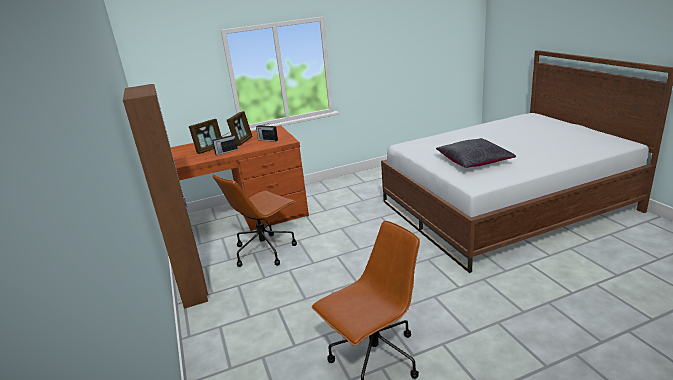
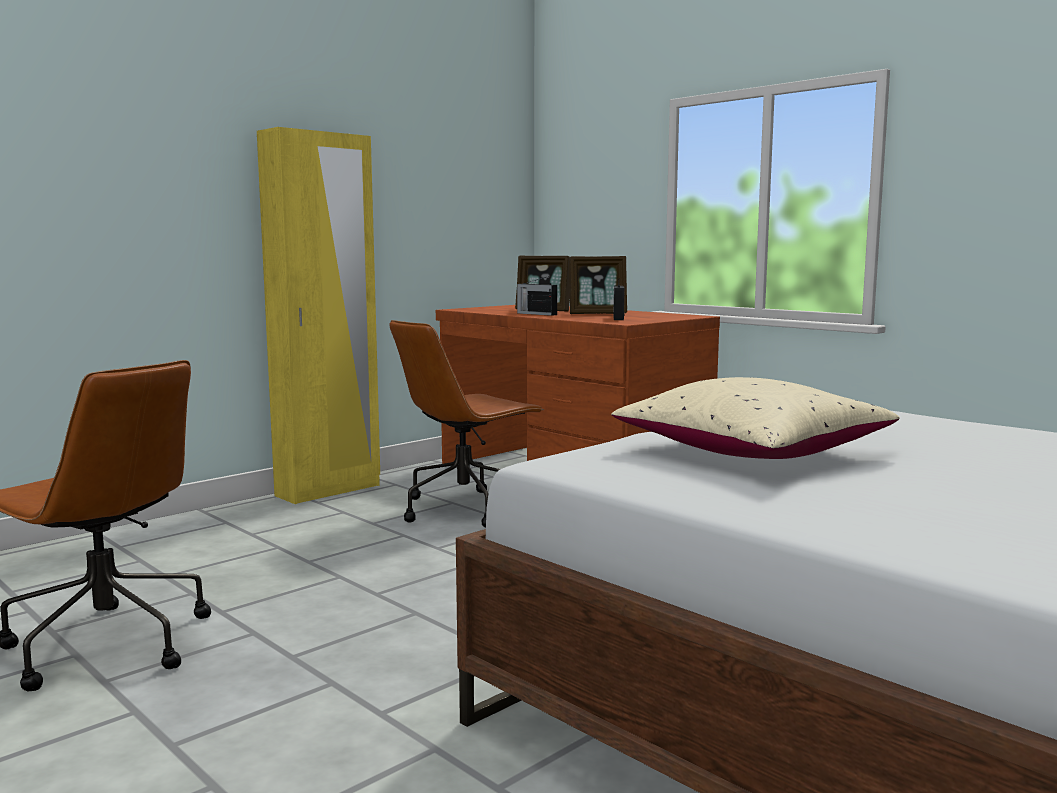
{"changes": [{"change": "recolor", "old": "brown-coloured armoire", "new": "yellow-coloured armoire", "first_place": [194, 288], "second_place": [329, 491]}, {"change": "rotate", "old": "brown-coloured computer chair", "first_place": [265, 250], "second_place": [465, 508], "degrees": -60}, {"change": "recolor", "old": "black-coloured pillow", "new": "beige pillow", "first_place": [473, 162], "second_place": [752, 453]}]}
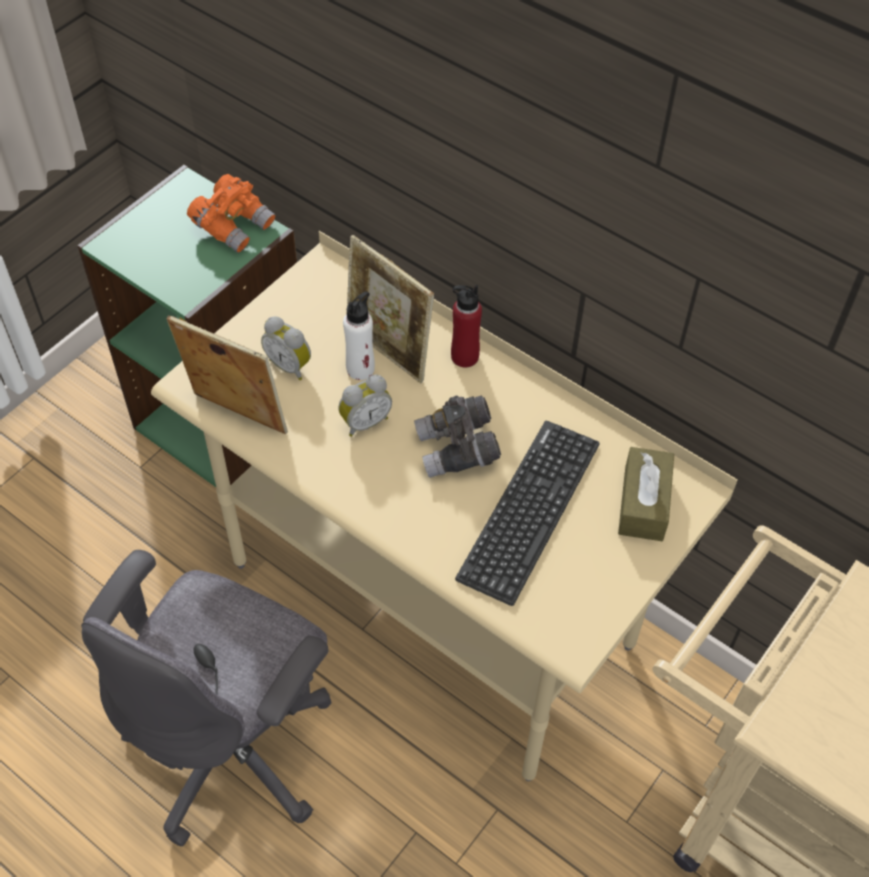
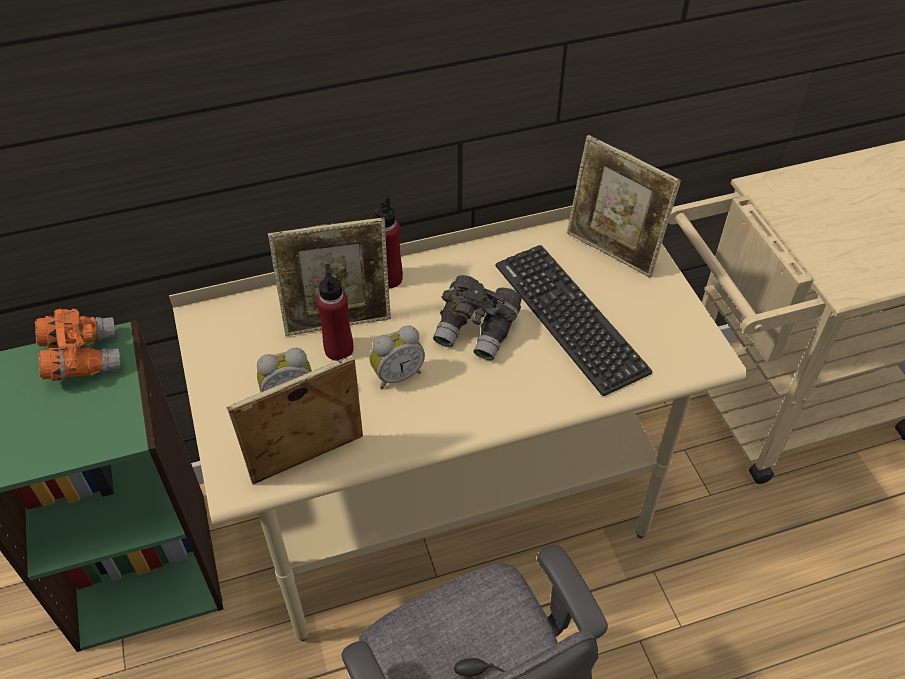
{"changes": [{"change": "rotate", "old": "alarm clock", "first_place": [364, 422], "second_place": [397, 375], "degrees": 60}, {"change": "recolor", "old": "white-coloured beverage bottle", "new": "red beverage bottle", "first_place": [360, 369], "second_place": [339, 349]}, {"change": "replace", "old": "brown-coloured tissue box", "new": "standing frame", "first_place": [643, 503], "second_place": [612, 252]}]}
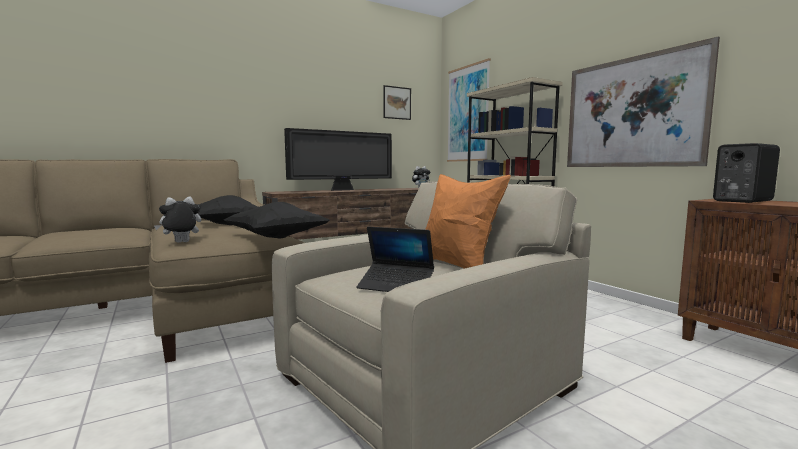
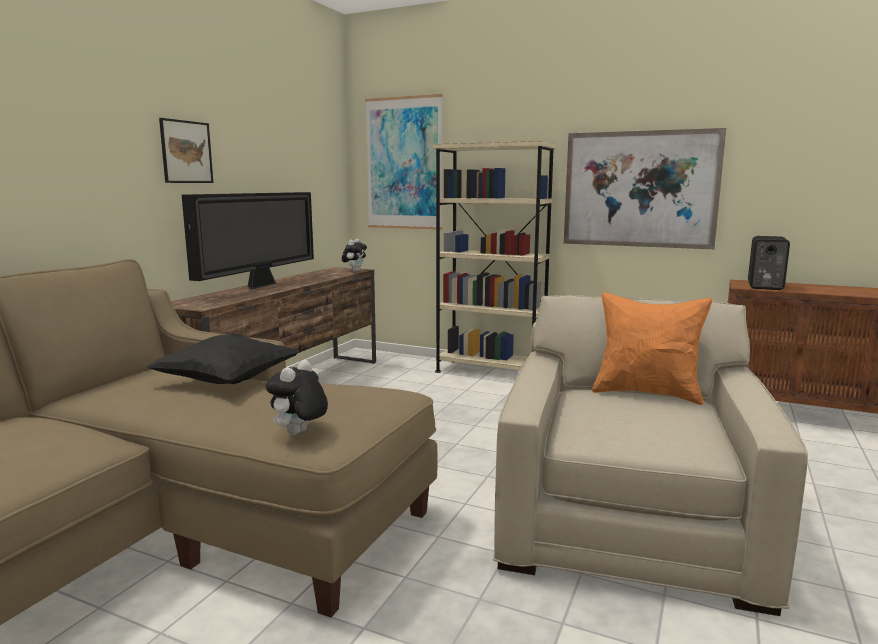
{"changes": [{"change": "delete", "old": "black-coloured pillow", "first_place": [277, 238]}, {"change": "delete", "old": "portable computer", "first_place": [396, 286]}, {"change": "move", "old": "wall picture", "first_place": [397, 103], "second_place": [186, 152]}]}
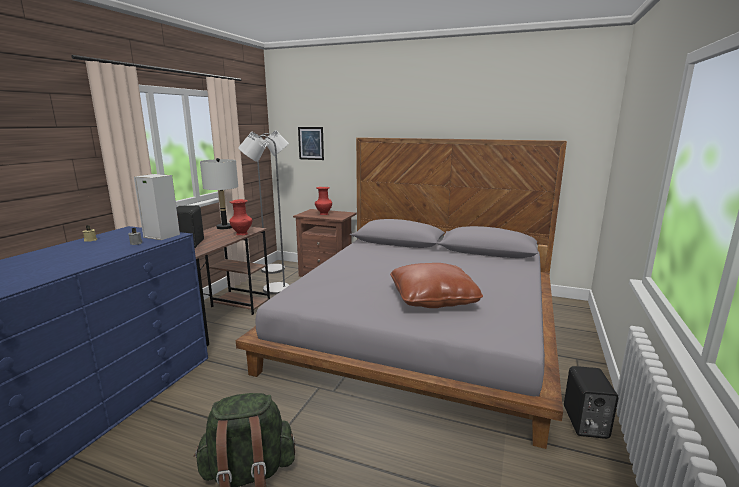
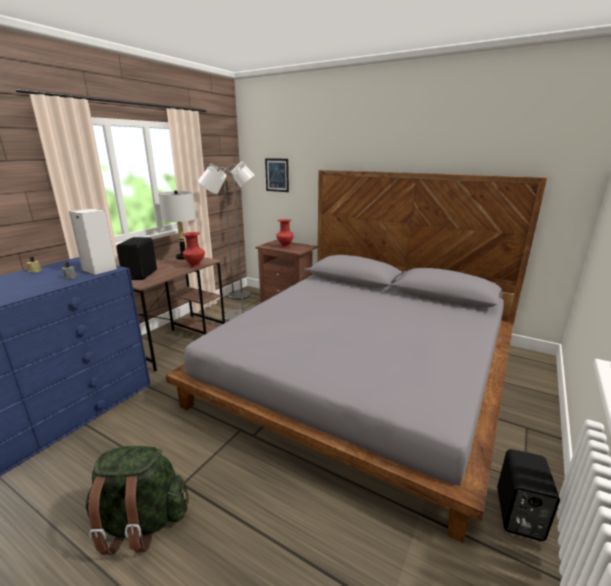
{"changes": [{"change": "delete", "old": "brown-coloured pillow", "first_place": [433, 299]}]}
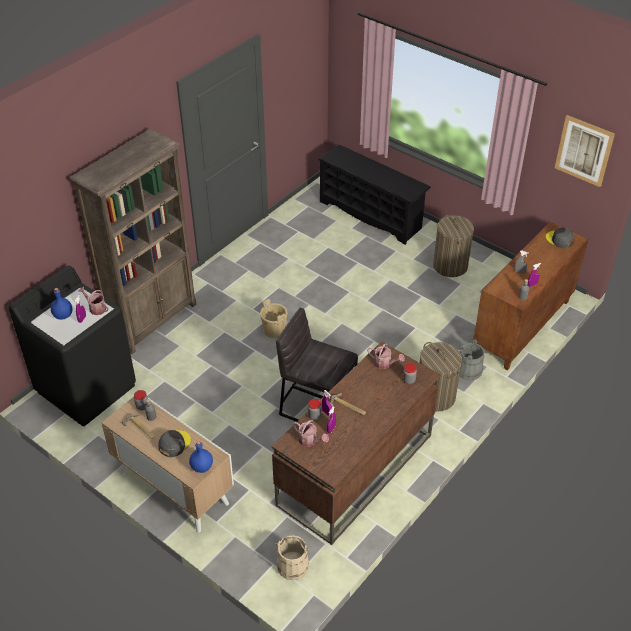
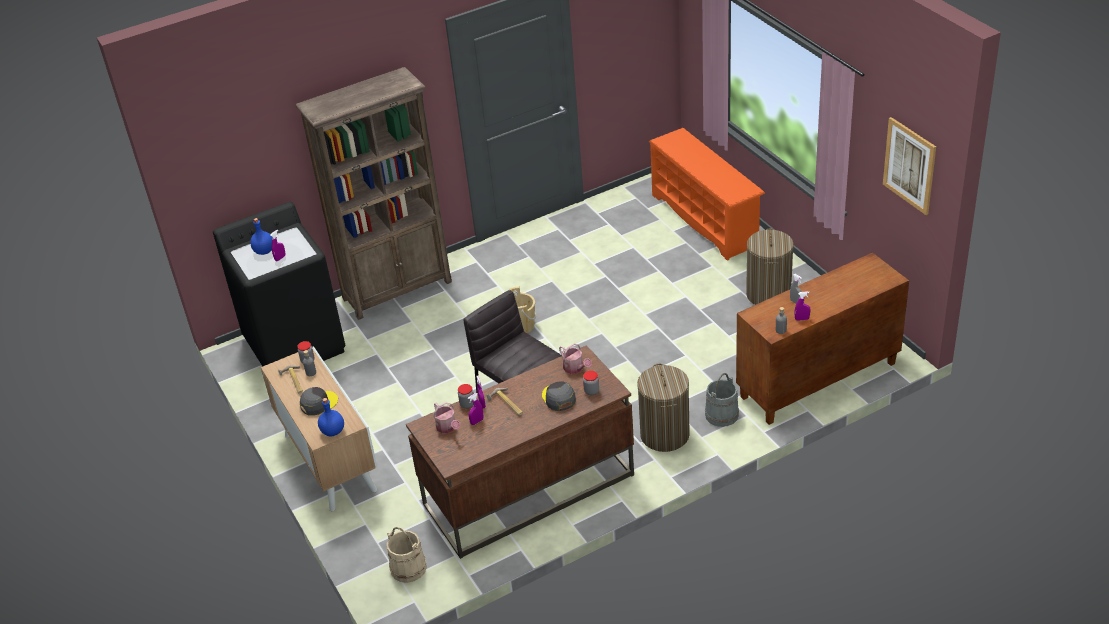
{"changes": [{"change": "delete", "old": "watering can", "first_place": [96, 308]}, {"change": "recolor", "old": "black-coloured shoe stand", "new": "orange-coloured shoe stand", "first_place": [371, 214], "second_place": [706, 220]}, {"change": "move", "old": "grey peaked cap", "first_place": [559, 240], "second_place": [558, 398]}]}
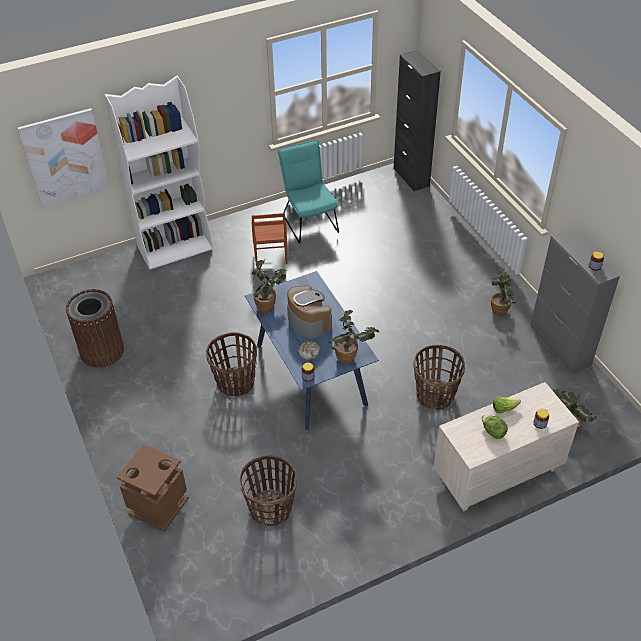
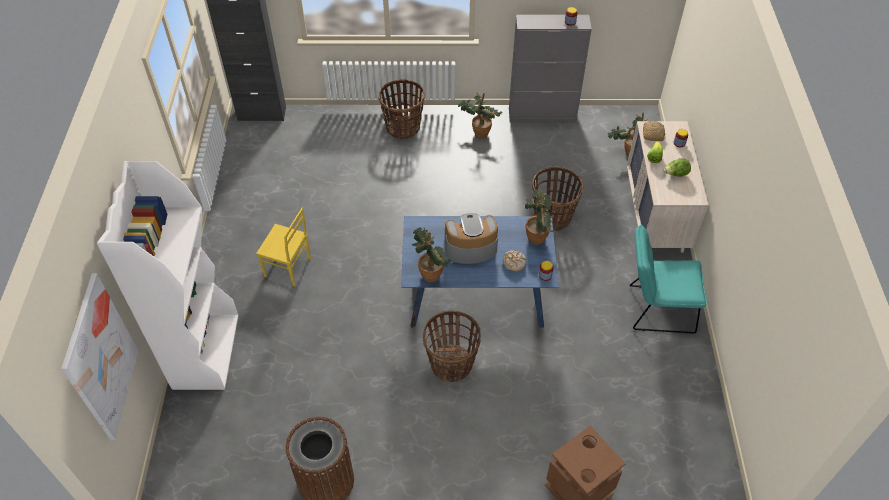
{"changes": [{"change": "move", "old": "storage basket", "first_place": [271, 509], "second_place": [403, 127]}, {"change": "recolor", "old": "brown-coloured upright chair", "new": "yellow-coloured upright chair", "first_place": [270, 256], "second_place": [288, 268]}, {"change": "move", "old": "blue-green upright chair", "first_place": [309, 221], "second_place": [655, 308]}, {"change": "insert", "new": "baked bread", "second_place": [652, 134]}]}
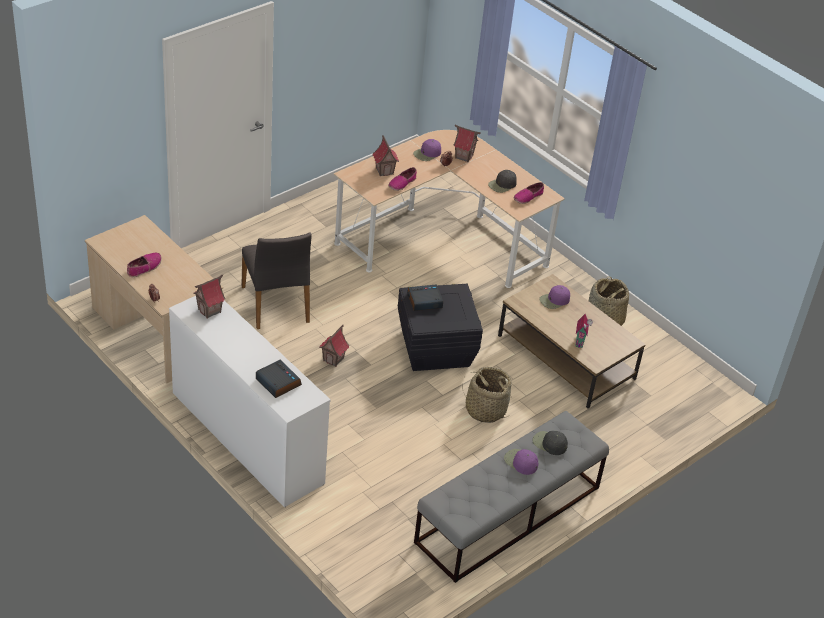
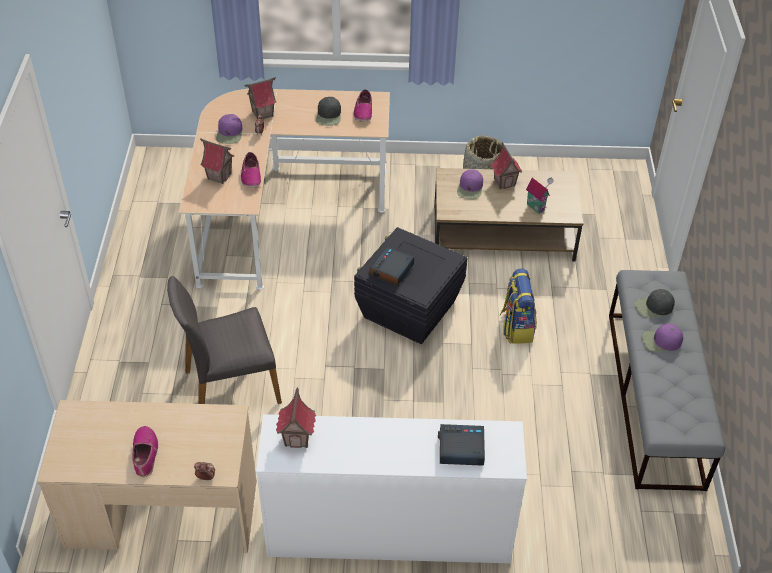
{"changes": [{"change": "rotate", "old": "grey upright chair", "first_place": [276, 304], "second_place": [230, 385], "degrees": 135}, {"change": "move", "old": "model house", "first_place": [333, 359], "second_place": [504, 182]}, {"change": "replace", "old": "storage basket", "new": "knapsack", "first_place": [485, 409], "second_place": [516, 327]}]}
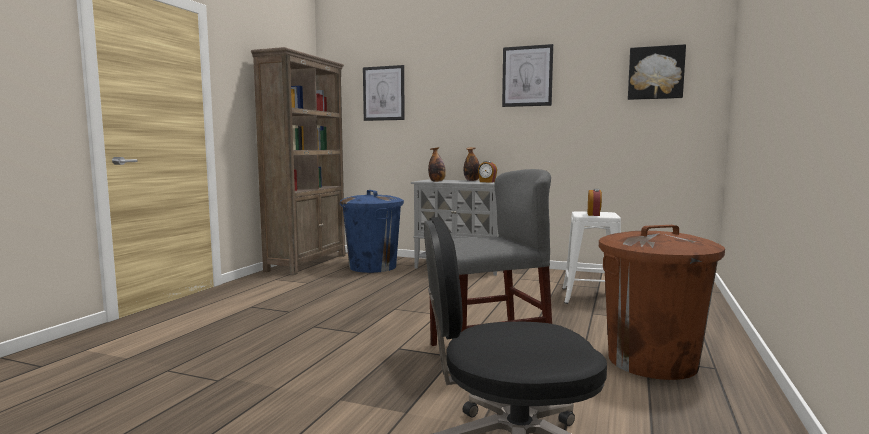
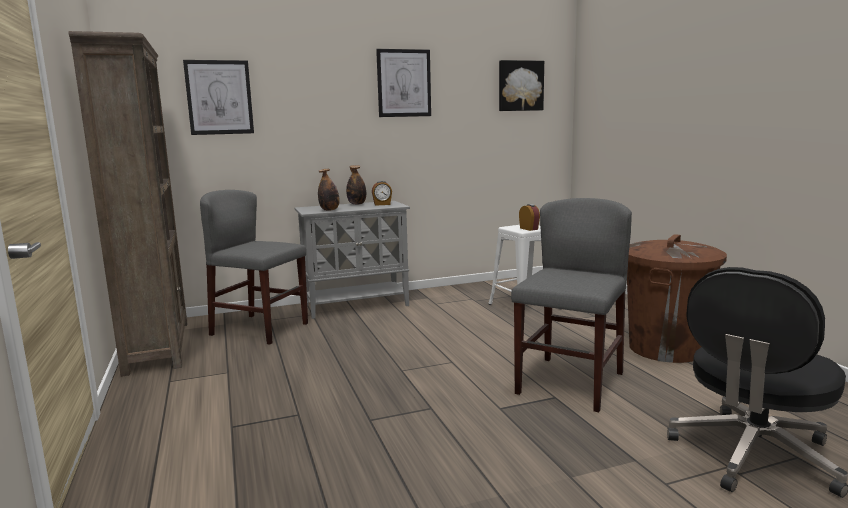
{"changes": [{"change": "replace", "old": "blue-coloured trash can", "new": "grey upright chair", "first_place": [373, 267], "second_place": [260, 329]}]}
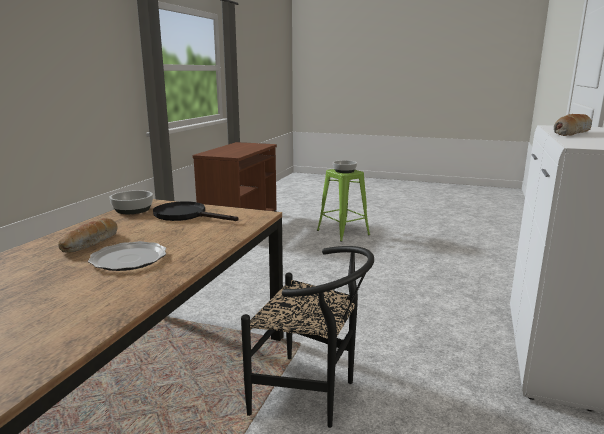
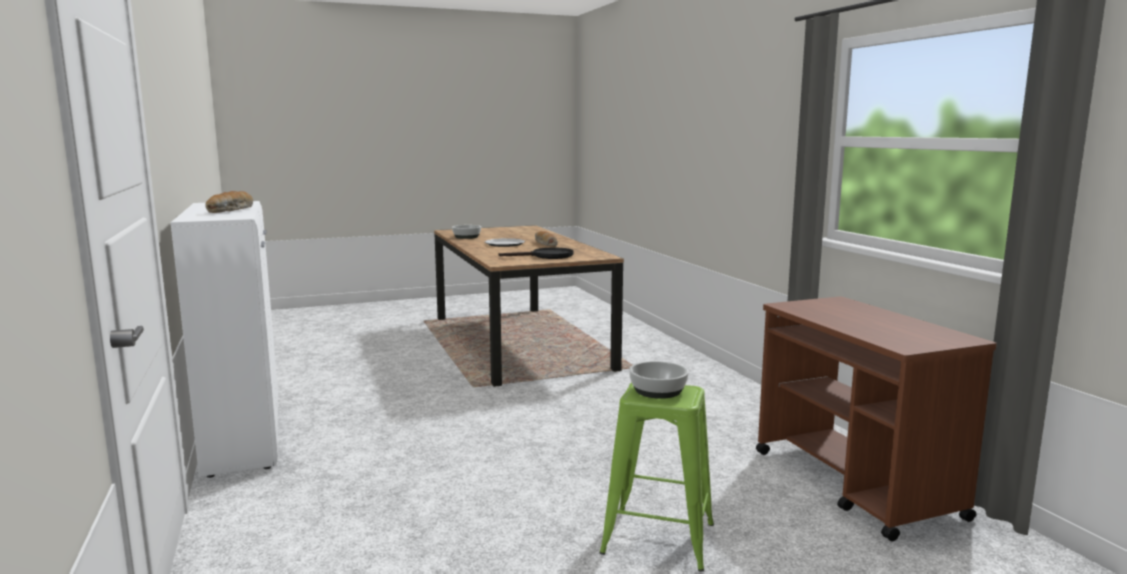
{"changes": [{"change": "move", "old": "deep dish", "first_place": [132, 209], "second_place": [467, 237]}, {"change": "delete", "old": "black-coloured upright chair", "first_place": [312, 395]}]}
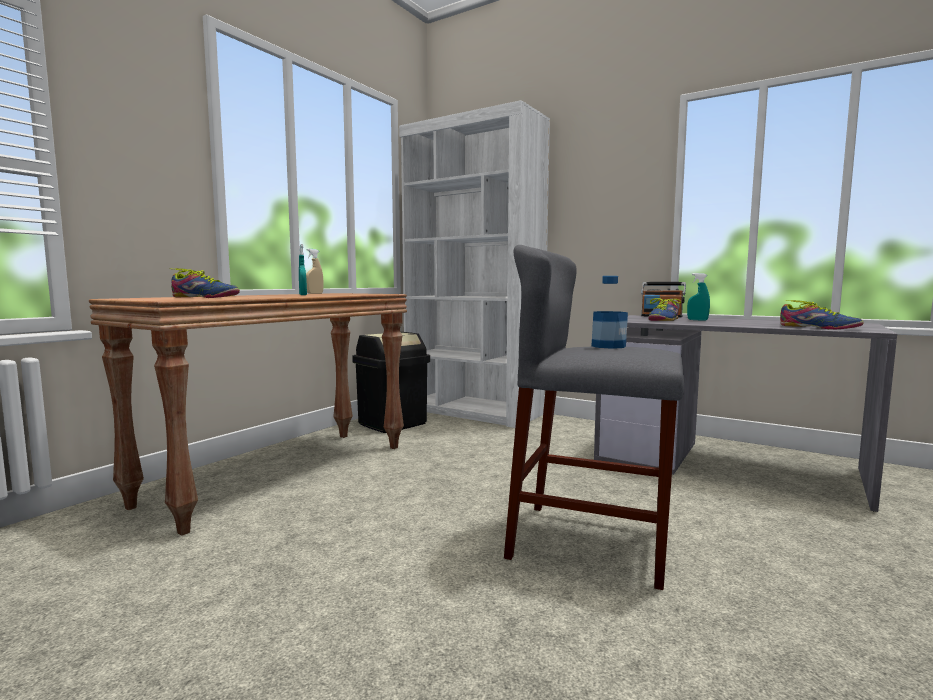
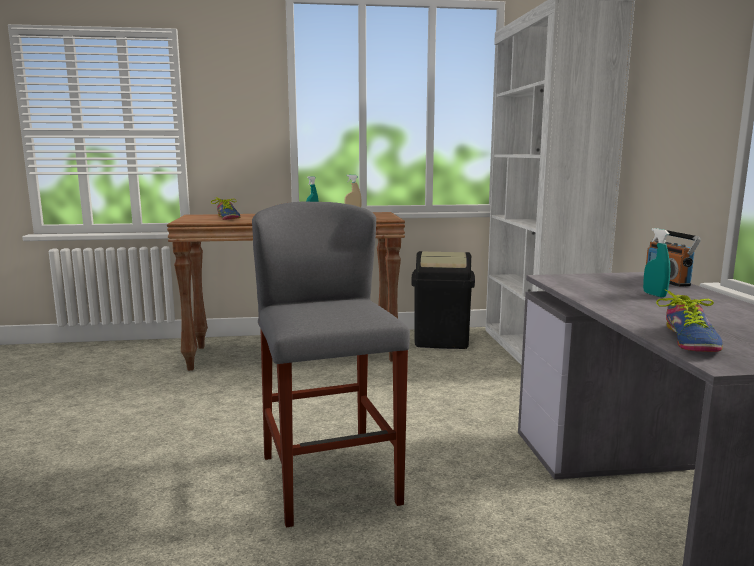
{"changes": [{"change": "delete", "old": "beverage bottle", "first_place": [608, 346]}, {"change": "delete", "old": "item of footwear", "first_place": [664, 320]}]}
